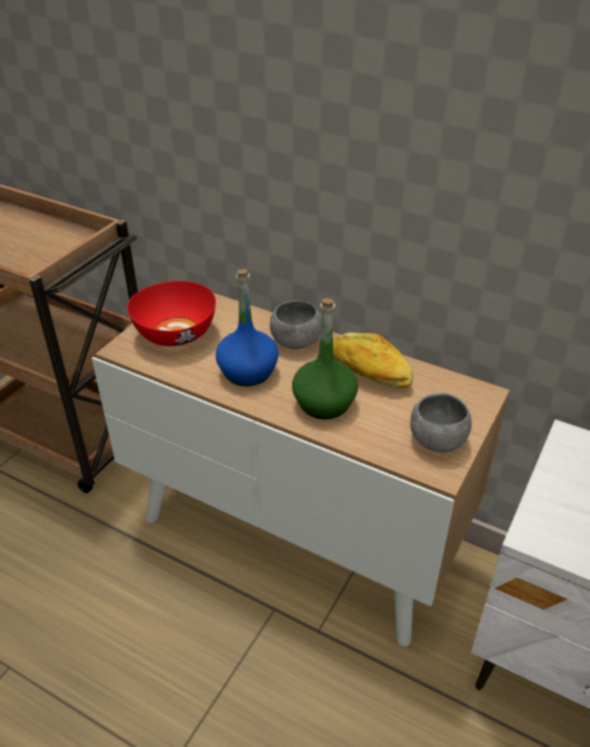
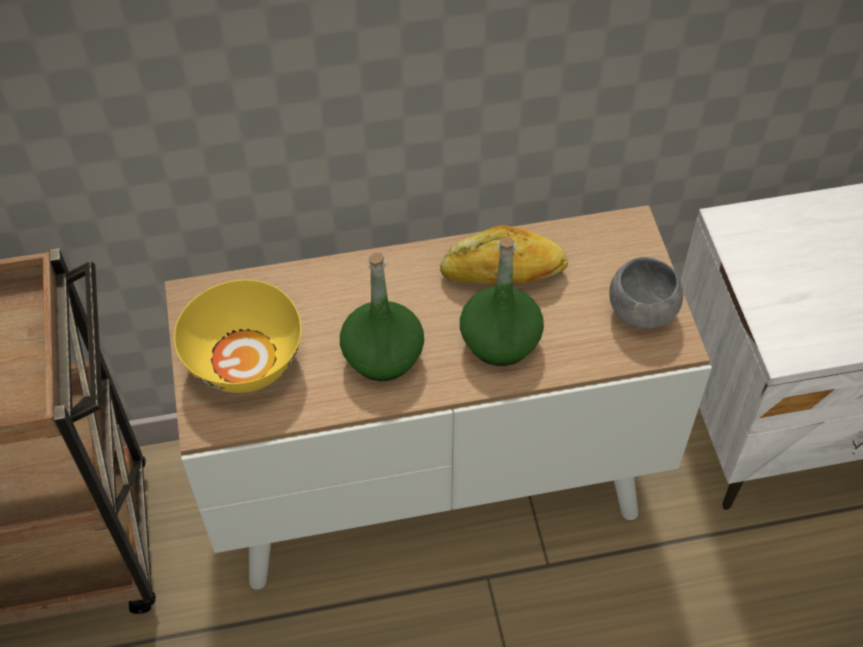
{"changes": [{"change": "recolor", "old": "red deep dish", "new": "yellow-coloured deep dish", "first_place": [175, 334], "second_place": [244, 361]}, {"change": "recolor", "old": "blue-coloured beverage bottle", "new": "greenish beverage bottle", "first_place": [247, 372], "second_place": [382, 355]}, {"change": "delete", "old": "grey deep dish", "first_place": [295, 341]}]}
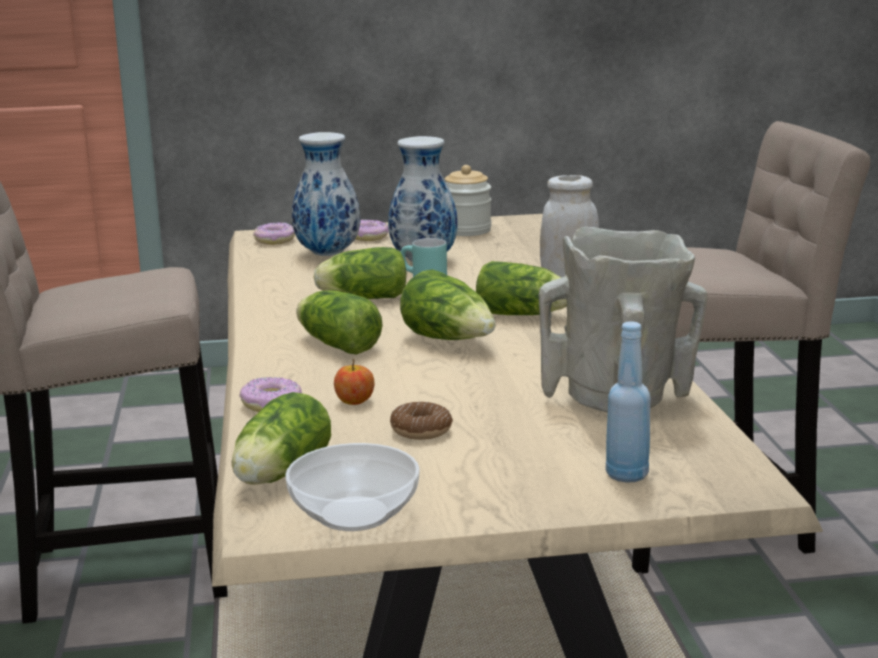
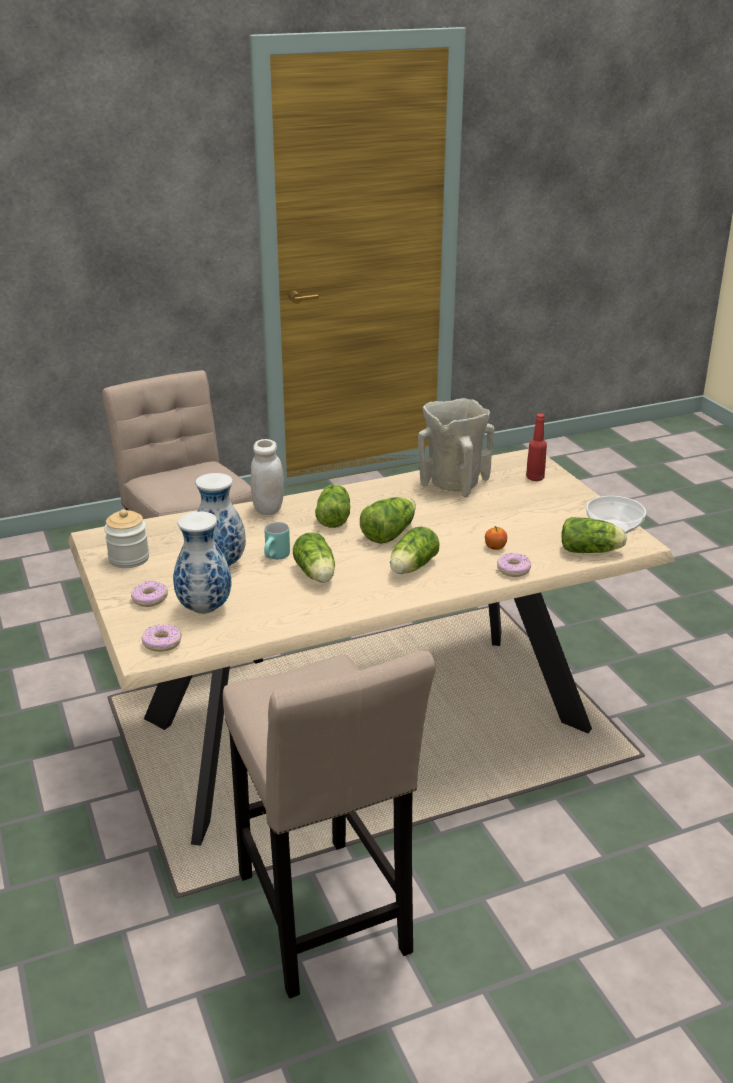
{"changes": [{"change": "delete", "old": "donut", "first_place": [421, 430]}, {"change": "recolor", "old": "blue-coloured beverage bottle", "new": "red beverage bottle", "first_place": [627, 475], "second_place": [535, 478]}]}
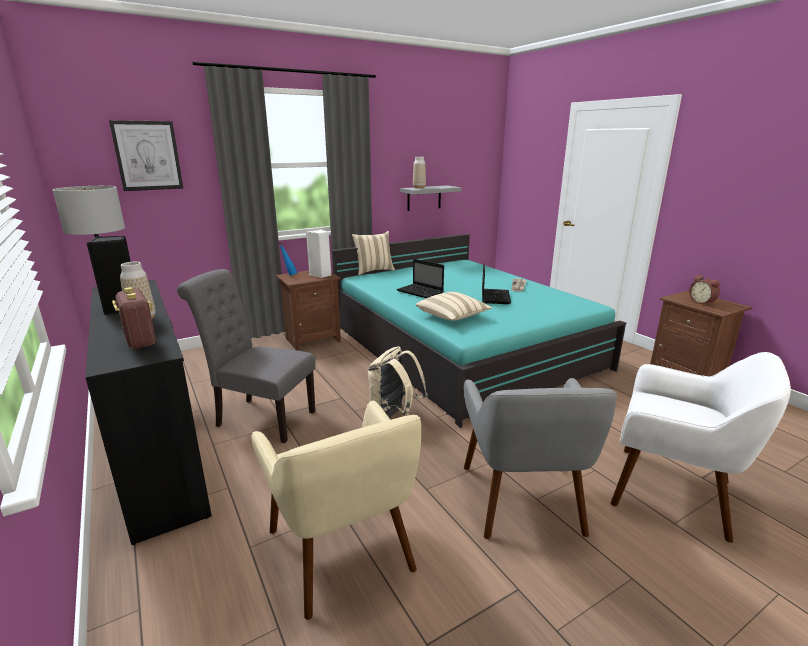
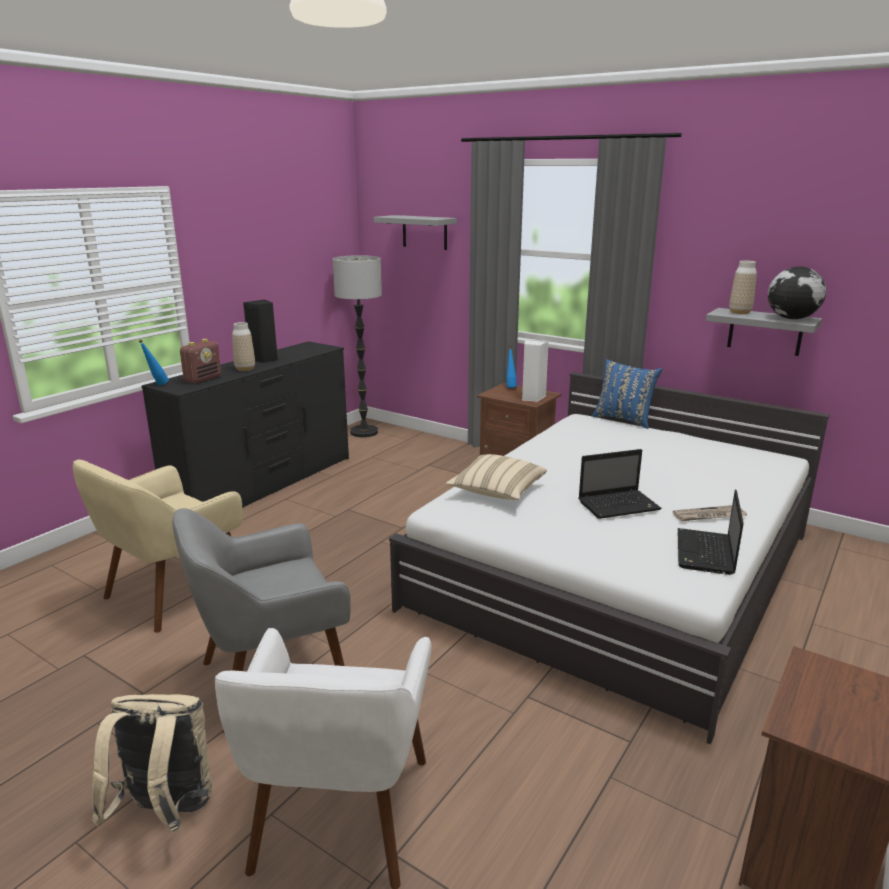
{"changes": [{"change": "replace", "old": "wall picture", "new": "grey shelf", "first_place": [147, 156], "second_place": [424, 232]}, {"change": "delete", "old": "grey upright chair", "first_place": [260, 418]}, {"change": "recolor", "old": "blue-green bed", "new": "white-coloured bed", "first_place": [461, 346], "second_place": [618, 570]}, {"change": "recolor", "old": "beige pillow", "new": "blue-coloured pillow", "first_place": [373, 271], "second_place": [624, 419]}, {"change": "move", "old": "beige knapsack", "first_place": [394, 415], "second_place": [165, 812]}, {"change": "move", "old": "portable computer", "first_place": [421, 292], "second_place": [705, 553]}, {"change": "delete", "old": "alarm clock", "first_place": [702, 302]}, {"change": "insert", "new": "blue-coloured beverage bottle", "second_place": [157, 385]}, {"change": "insert", "new": "globe", "second_place": [792, 318]}]}
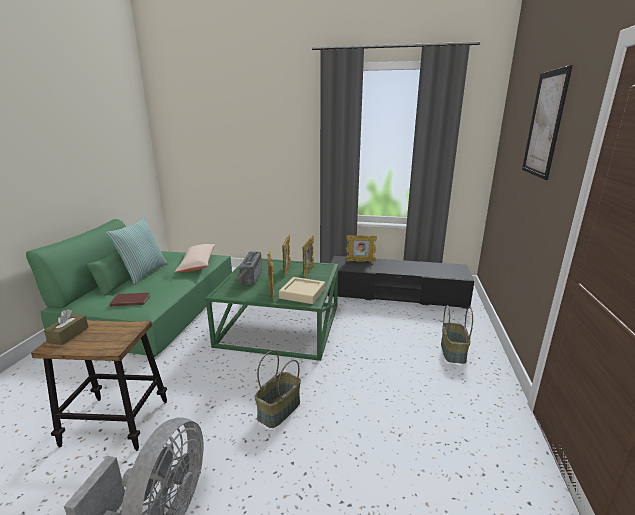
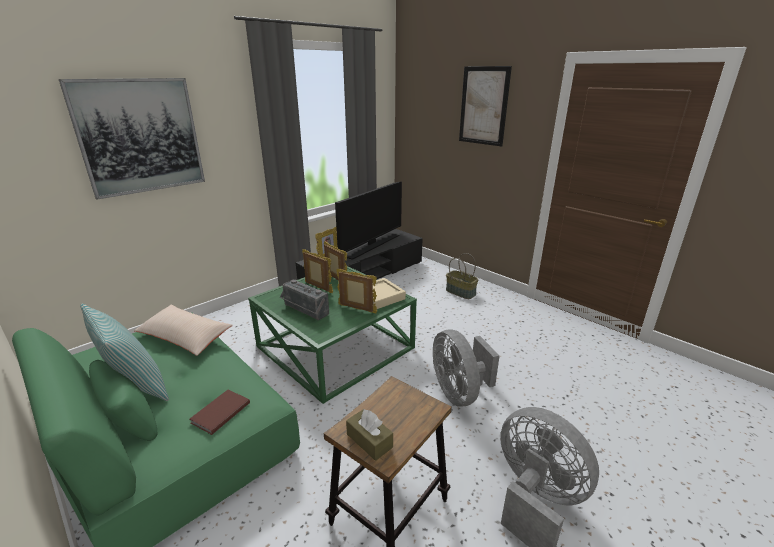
{"changes": [{"change": "replace", "old": "storage basket", "new": "grey electric fan", "first_place": [279, 410], "second_place": [459, 392]}, {"change": "insert", "new": "wall picture", "second_place": [140, 136]}, {"change": "insert", "new": "TV set", "second_place": [371, 245]}]}
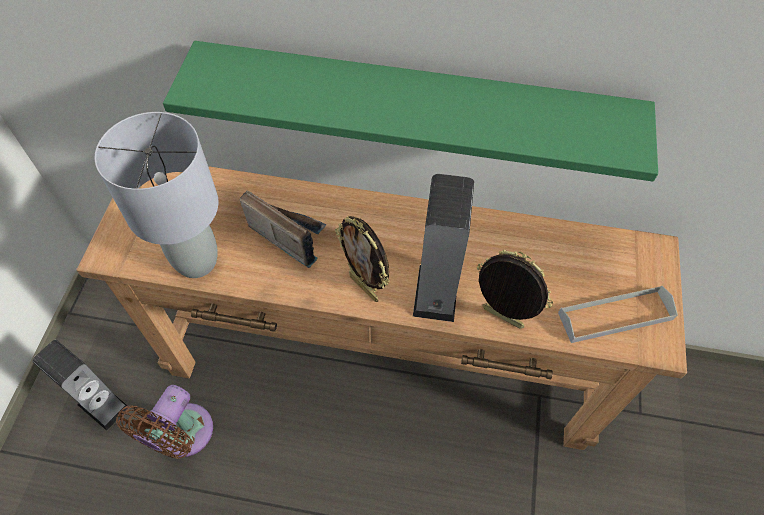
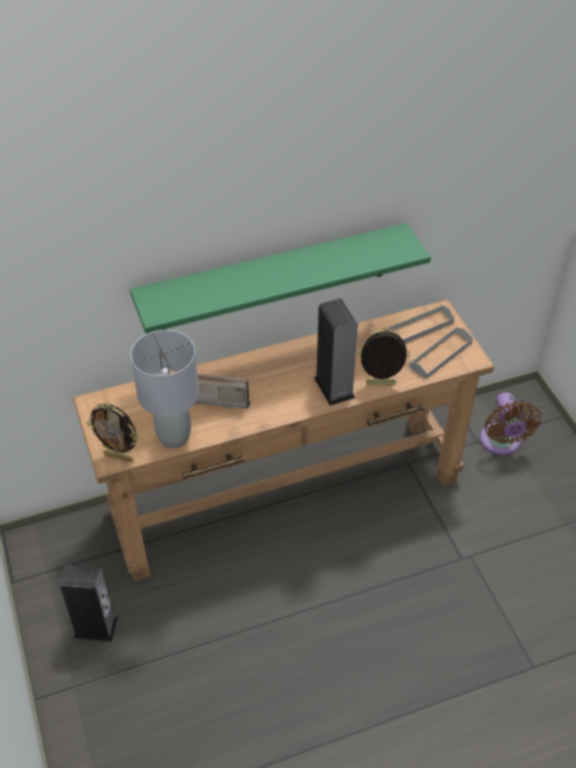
{"changes": [{"change": "move", "old": "brown-coloured electric fan", "first_place": [182, 436], "second_place": [501, 443]}, {"change": "move", "old": "standing frame", "first_place": [365, 287], "second_place": [119, 457]}, {"change": "insert", "new": "grey serving tray", "second_place": [419, 328]}]}
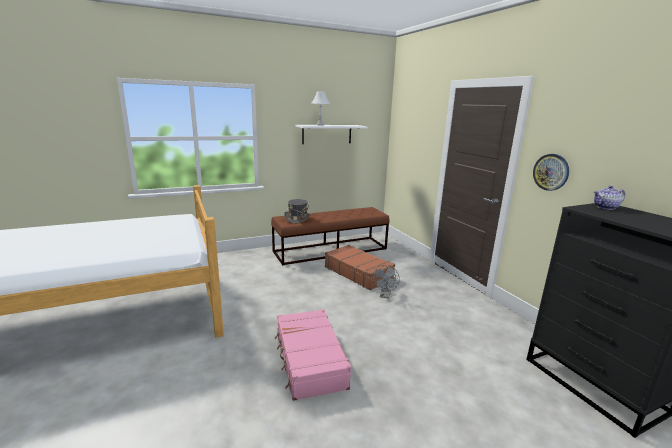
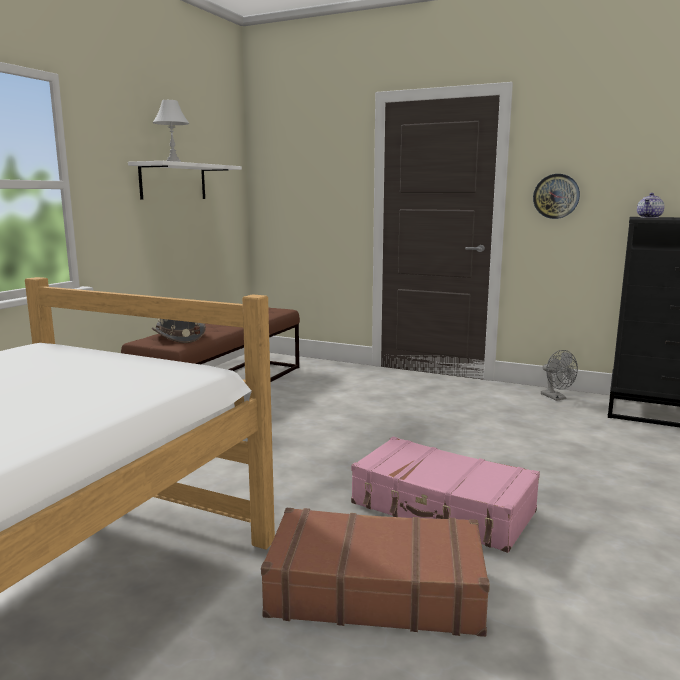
{"changes": [{"change": "move", "old": "brown-coloured piece of luggage", "first_place": [358, 273], "second_place": [375, 589]}, {"change": "move", "old": "grey electric fan", "first_place": [385, 295], "second_place": [556, 398]}]}
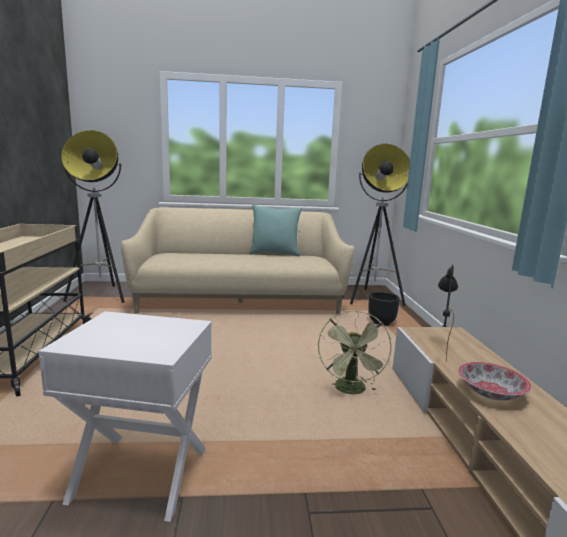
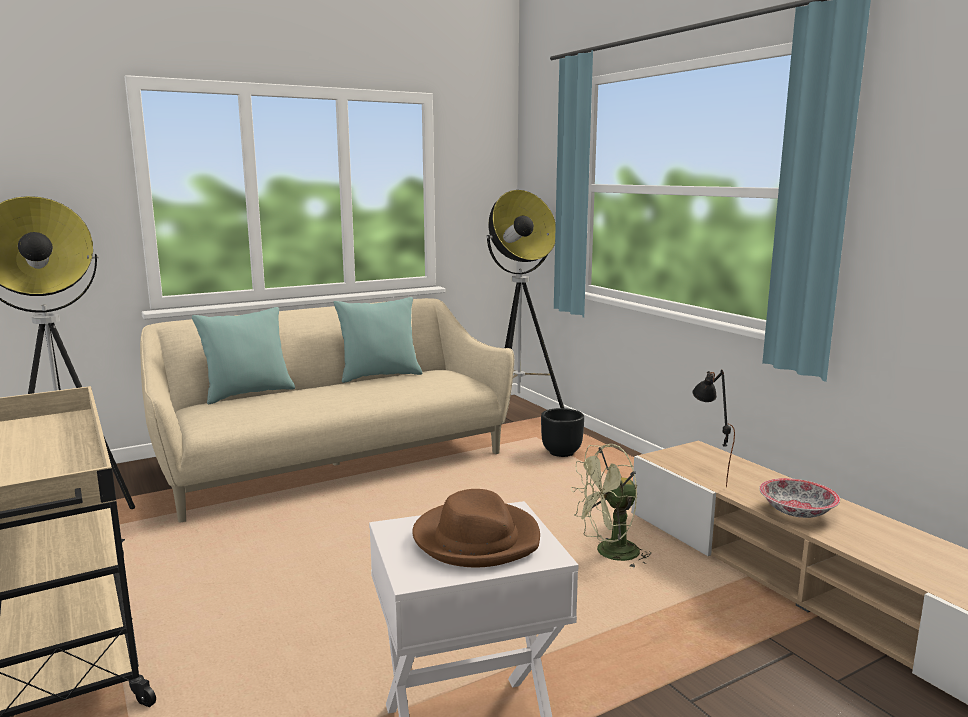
{"changes": [{"change": "rotate", "old": "greenish electric fan", "first_place": [351, 391], "second_place": [609, 554], "degrees": 90}, {"change": "insert", "new": "blue-green pillow", "second_place": [248, 394]}, {"change": "insert", "new": "brown-coloured clothing hat", "second_place": [476, 538]}]}
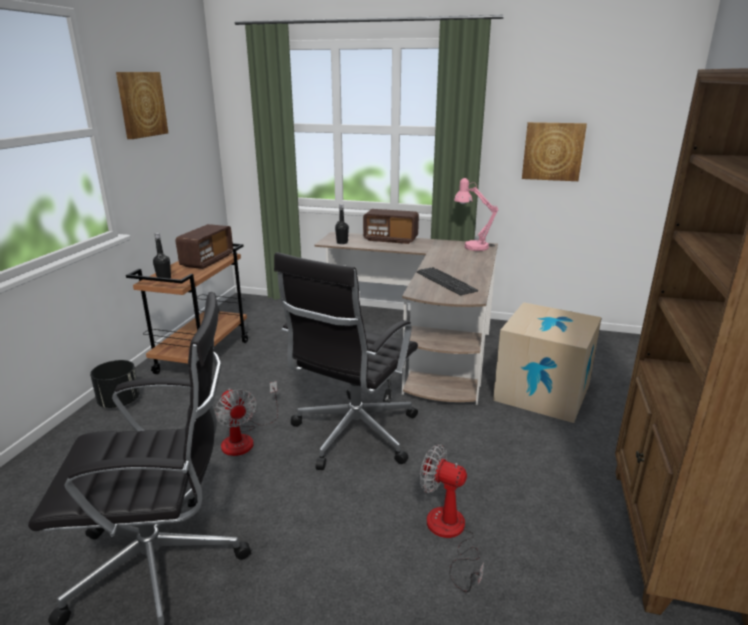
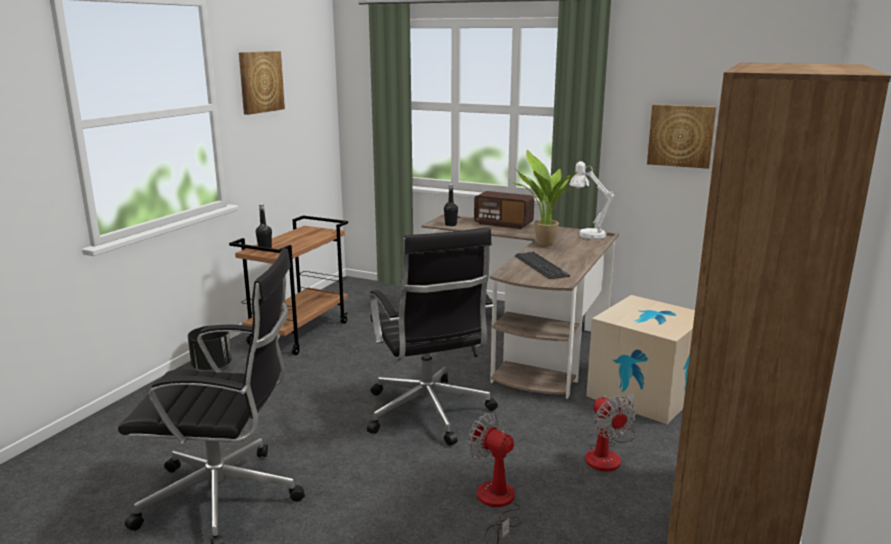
{"changes": [{"change": "delete", "old": "radio", "first_place": [207, 260]}, {"change": "move", "old": "electric fan", "first_place": [245, 438], "second_place": [608, 454]}, {"change": "rotate", "old": "black-coloured computer chair", "first_place": [352, 434], "second_place": [428, 413], "degrees": -60}, {"change": "recolor", "old": "pink-coloured lamp for a table", "new": "white-coloured lamp for a table", "first_place": [471, 246], "second_place": [587, 234]}, {"change": "insert", "new": "plant in a pot", "second_place": [542, 244]}]}
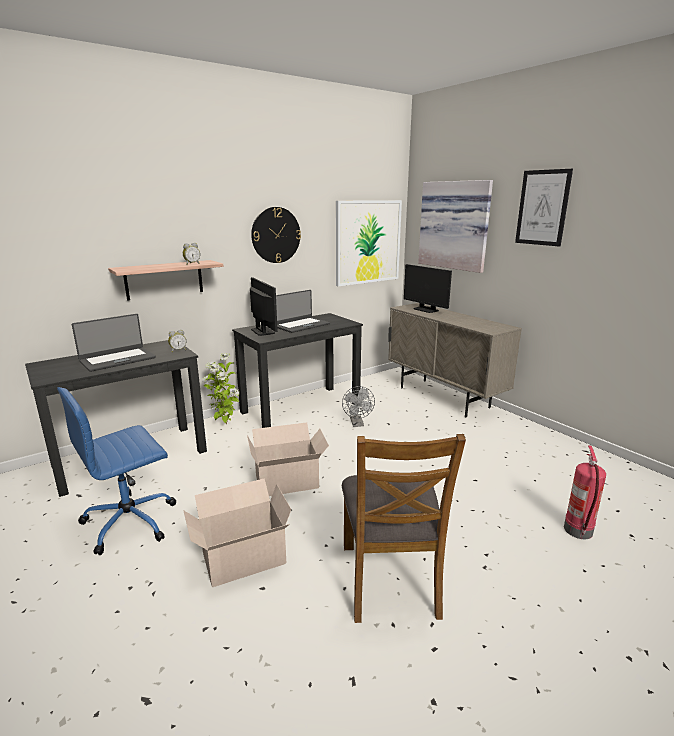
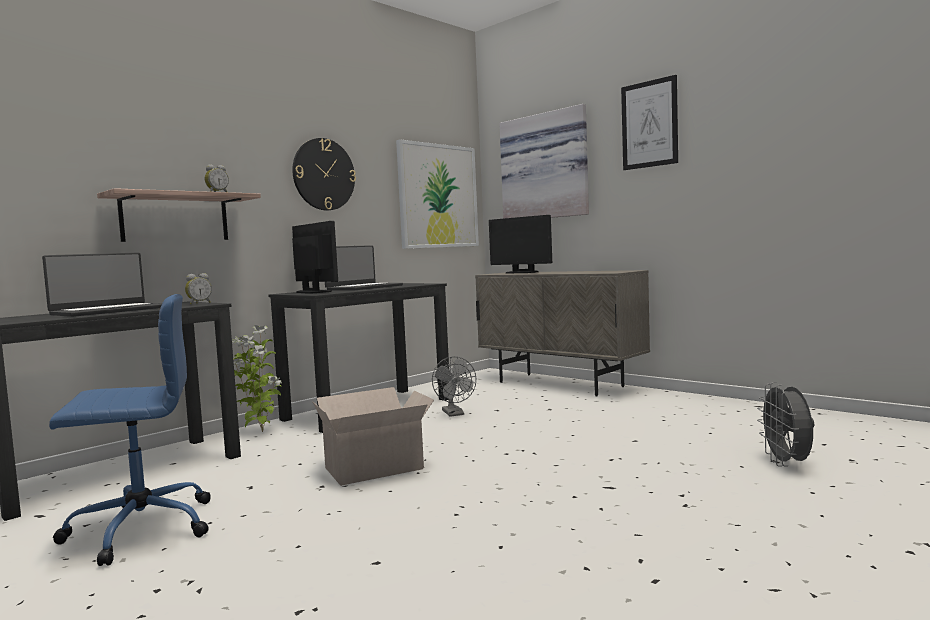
{"changes": [{"change": "rotate", "old": "blue-coloured computer chair", "first_place": [131, 521], "second_place": [138, 529], "degrees": -150}, {"change": "delete", "old": "carton", "first_place": [241, 558]}, {"change": "delete", "old": "brown-coloured upright chair", "first_place": [390, 579]}, {"change": "replace", "old": "extinguisher", "new": "grey electric fan", "first_place": [579, 531], "second_place": [787, 464]}]}
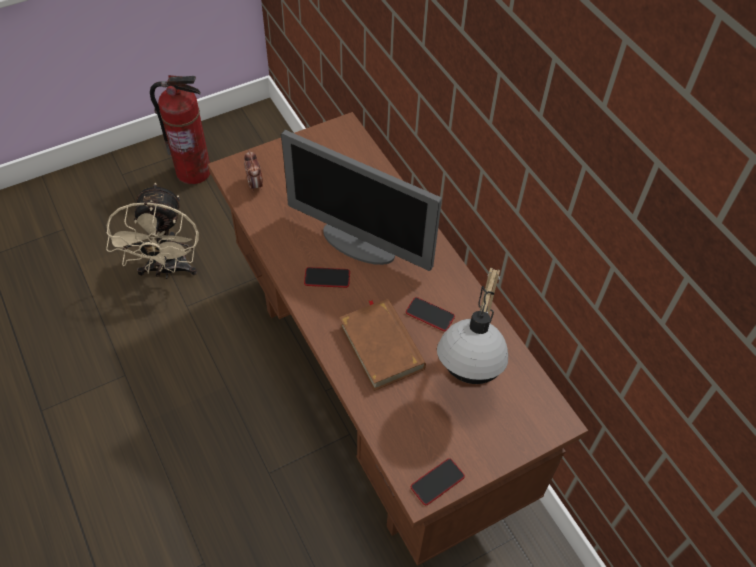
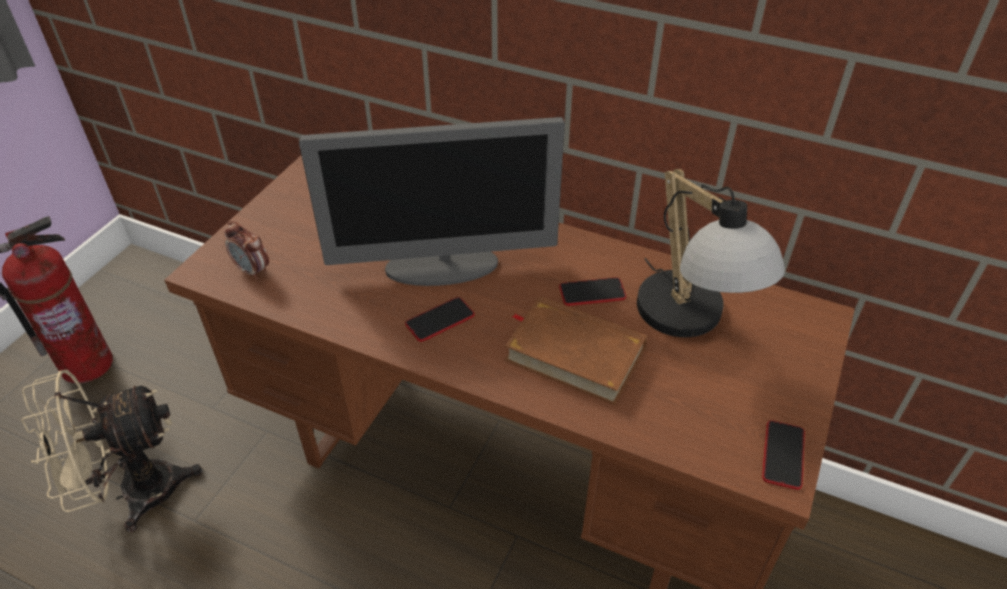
{"changes": [{"change": "rotate", "old": "beige electric fan", "first_place": [168, 269], "second_place": [134, 493], "degrees": 105}]}
